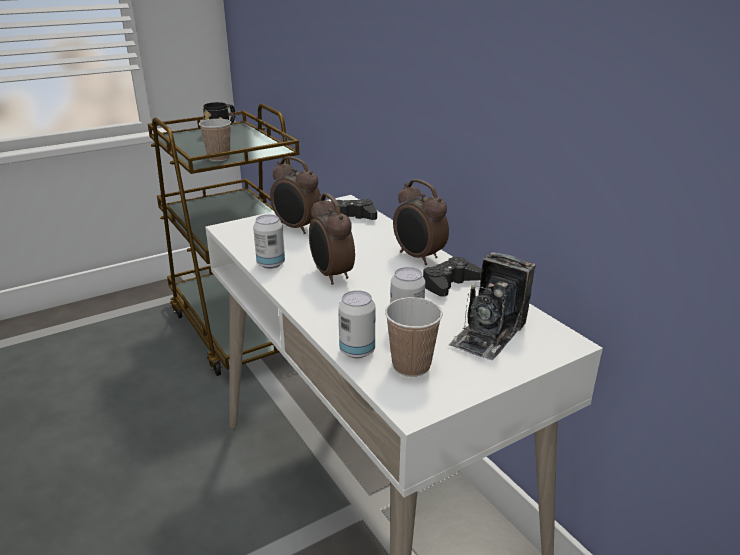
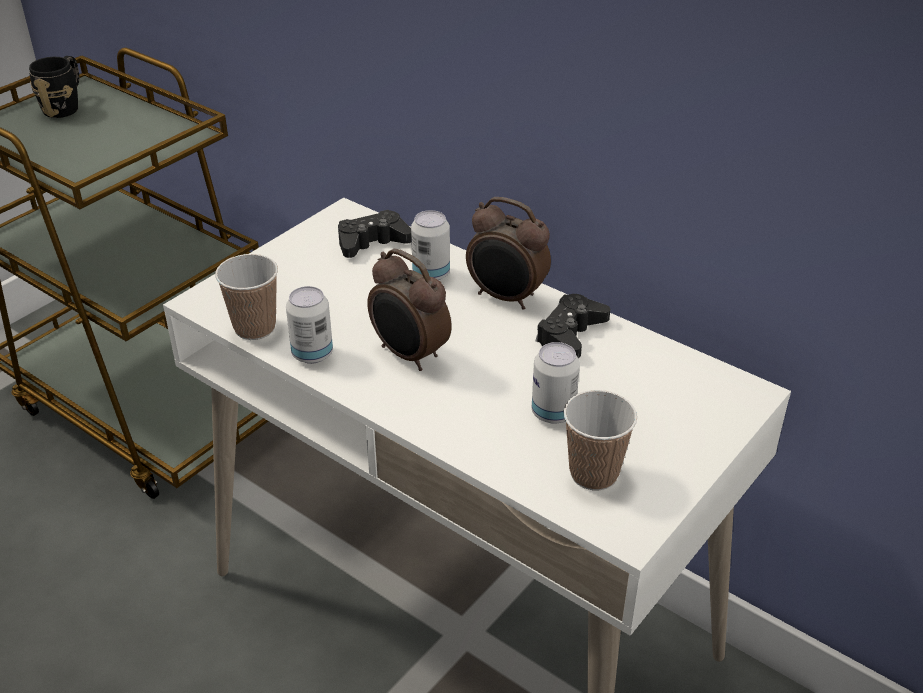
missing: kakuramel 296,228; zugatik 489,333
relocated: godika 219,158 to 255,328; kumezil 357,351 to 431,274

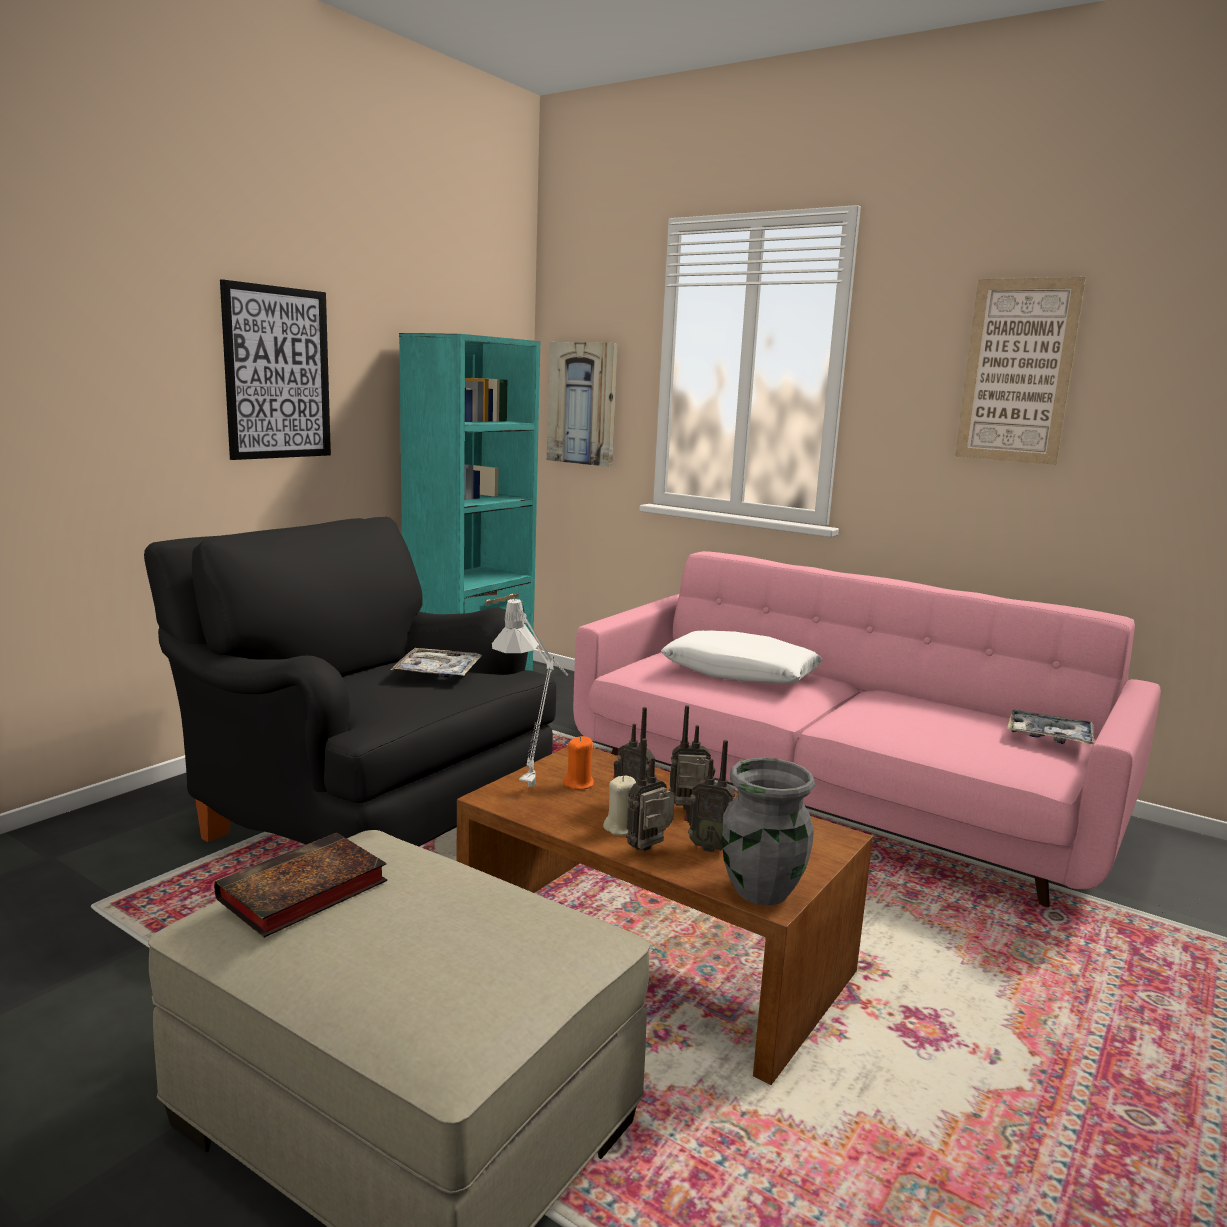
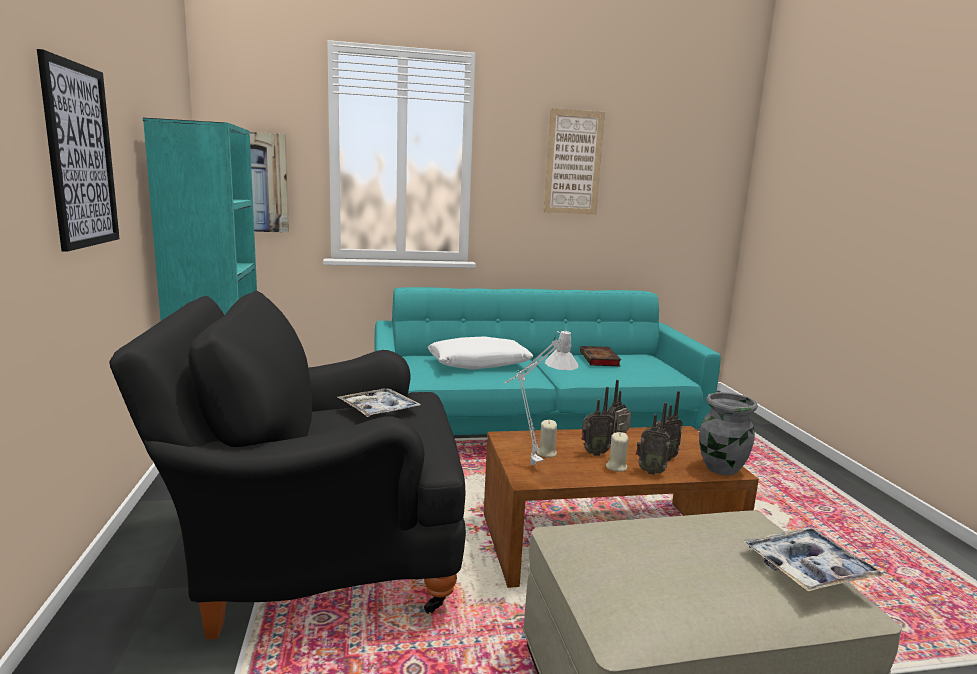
relocated: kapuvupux 300,893 to 600,360; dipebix 1049,736 to 807,568
colour: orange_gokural 579,784 to beige_gokural 546,453; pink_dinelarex 835,797 to turquoise_dinelarex 534,425
spun: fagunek 650,850 = 650,471 75 degrees counterclockwise

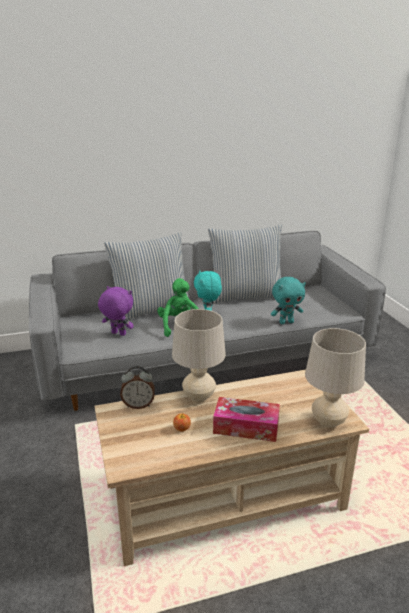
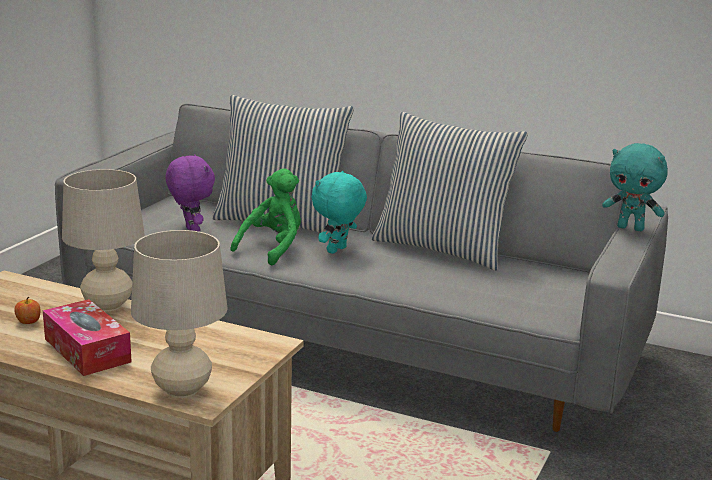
missing: kakuramel 138,405
relocated: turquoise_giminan 286,322 to 631,228

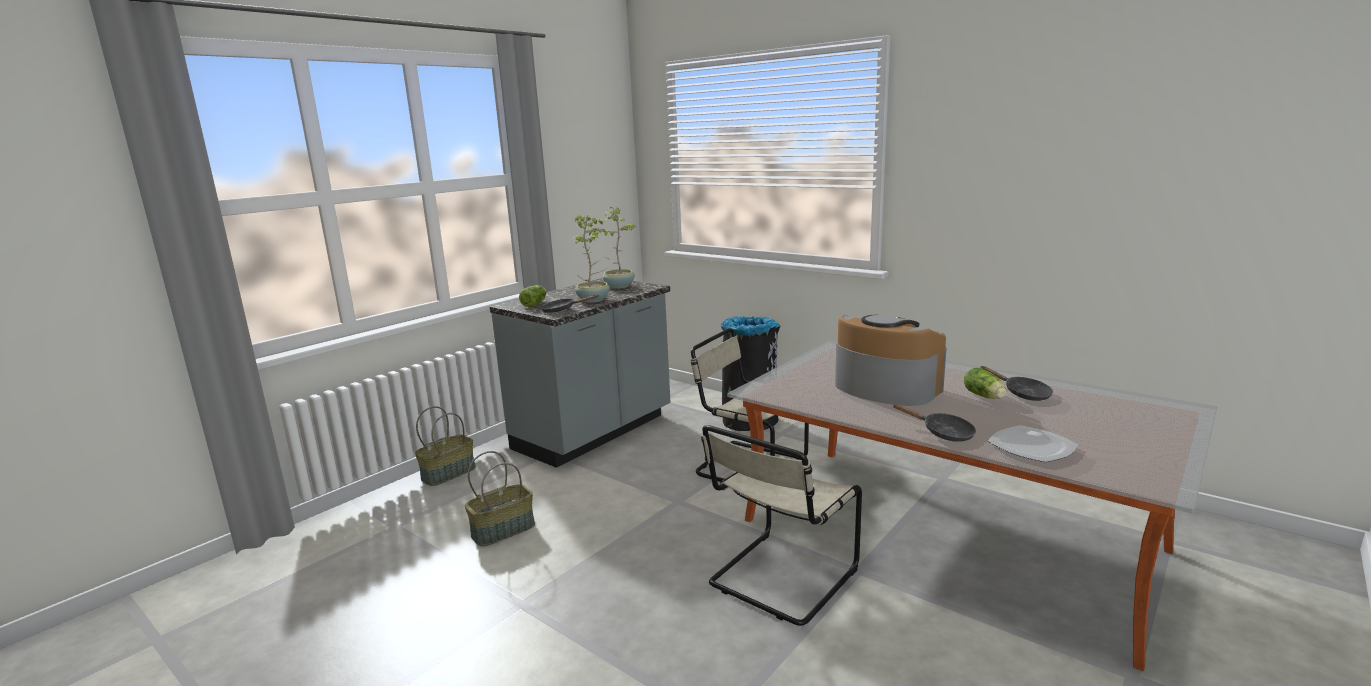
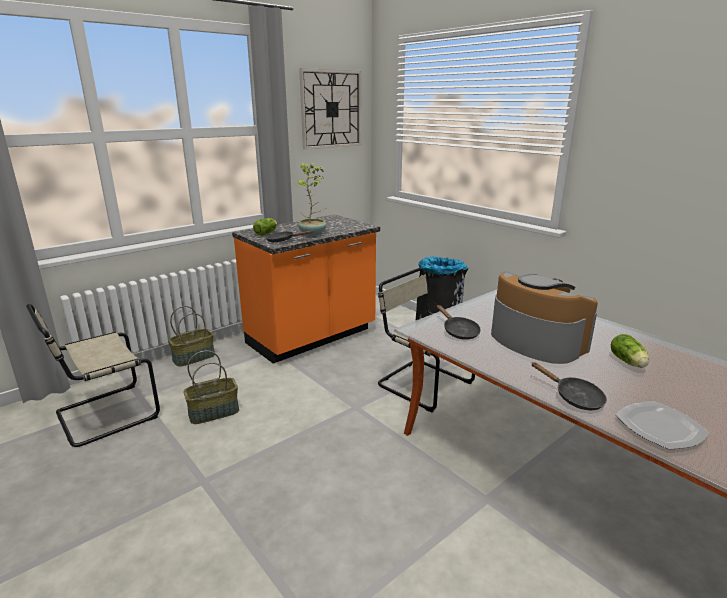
missing: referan 619,286
appeared: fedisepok 331,109
relocated: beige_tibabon 779,579 to 103,416; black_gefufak 1022,393 to 458,331
colour: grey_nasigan 595,433 to orange_nasigan 312,338

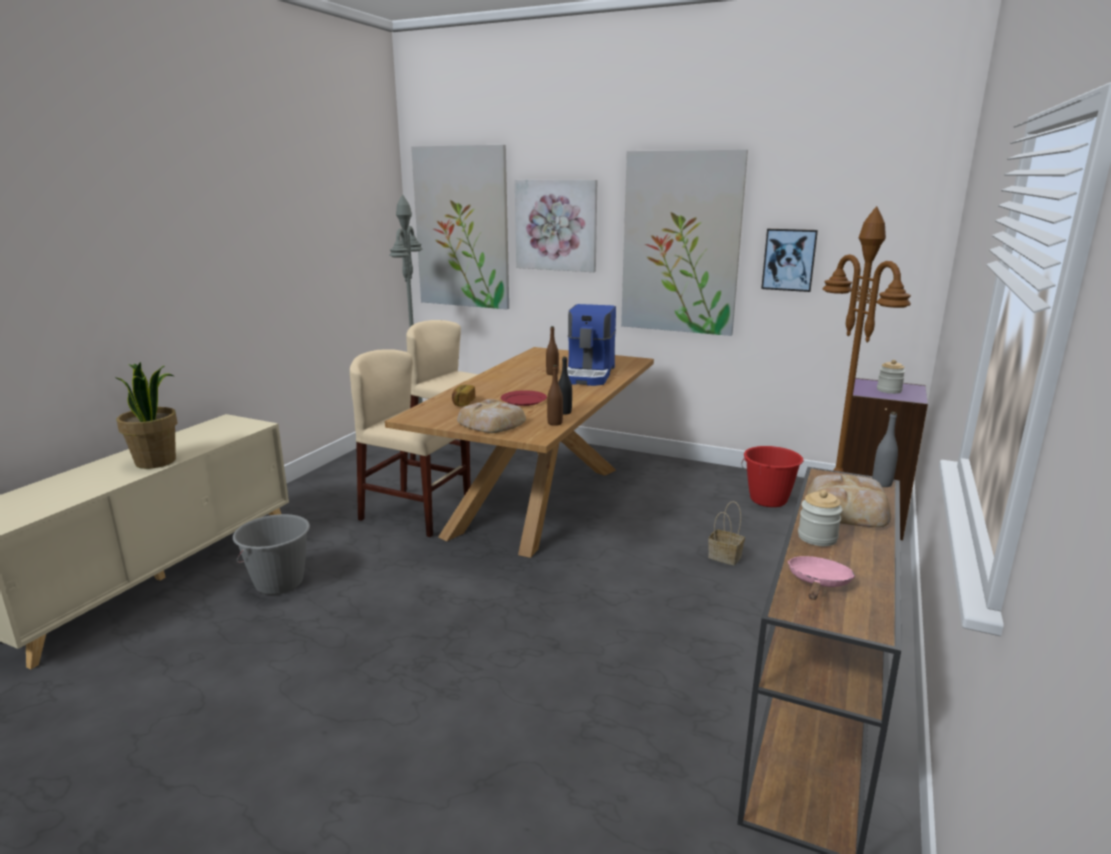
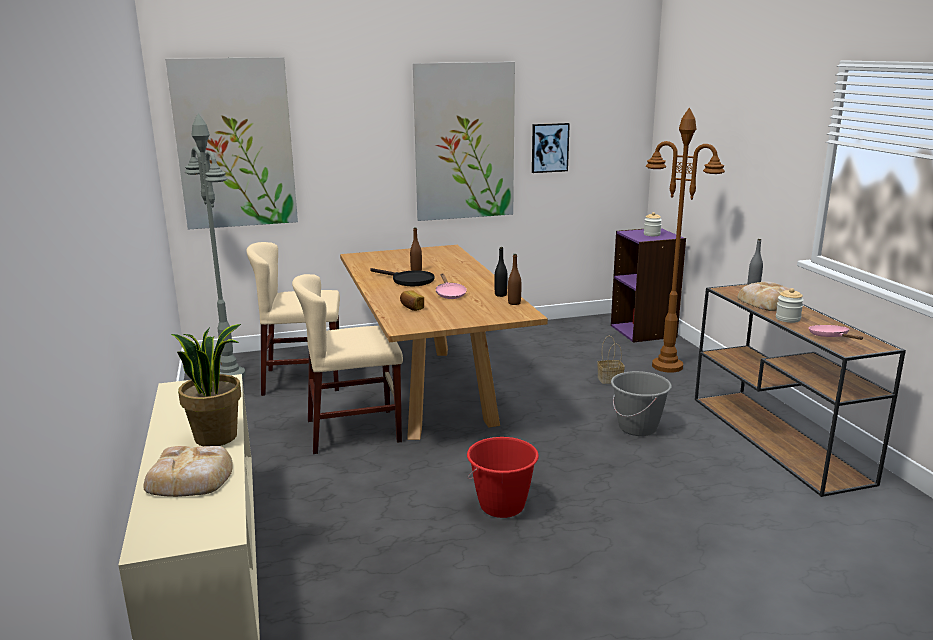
missing: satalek 556,225; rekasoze 589,375
appeared: black_gefufak 408,280
relocated: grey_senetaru 279,583 to 638,428; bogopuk 492,423 to 191,478; red_senetaru 768,500 to 502,506
exchanged: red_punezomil 523,400 to pink_gefufak 450,294

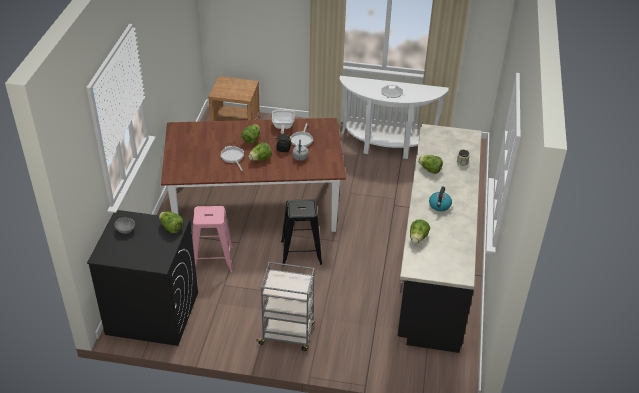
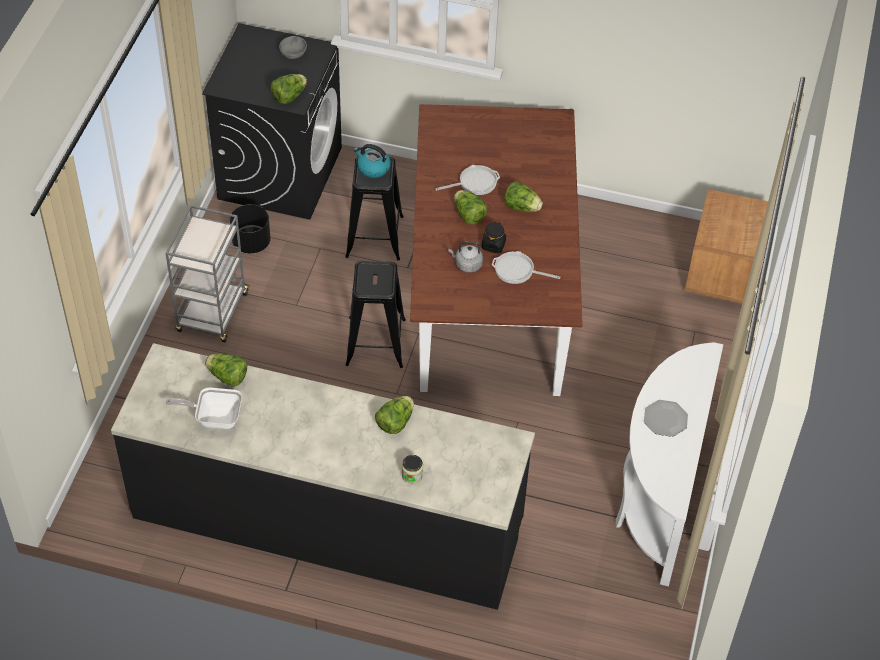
appeared: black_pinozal 251,242
relocated: gefufak 282,127 to 214,417; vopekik 439,205 to 373,168
colour: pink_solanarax 213,259 to black_solanarax 374,237

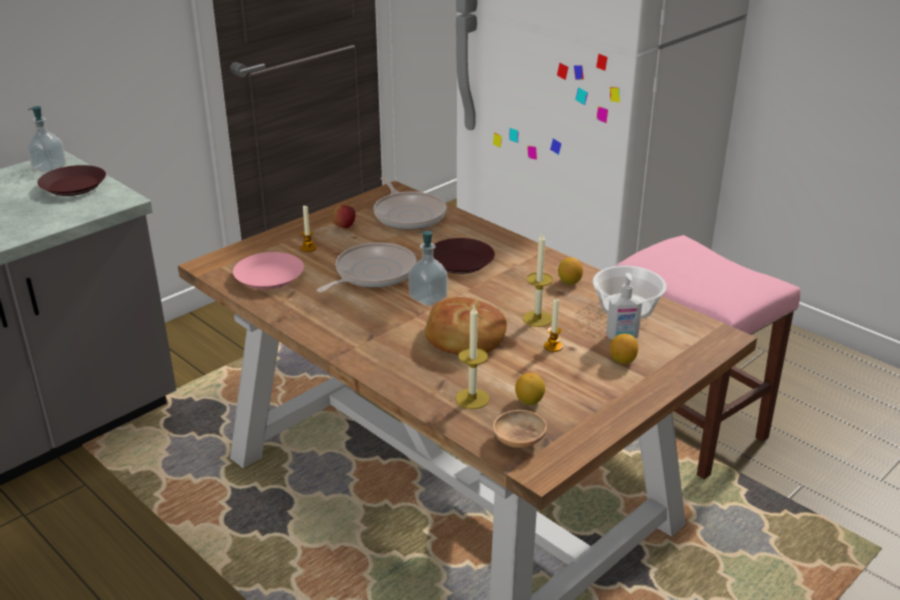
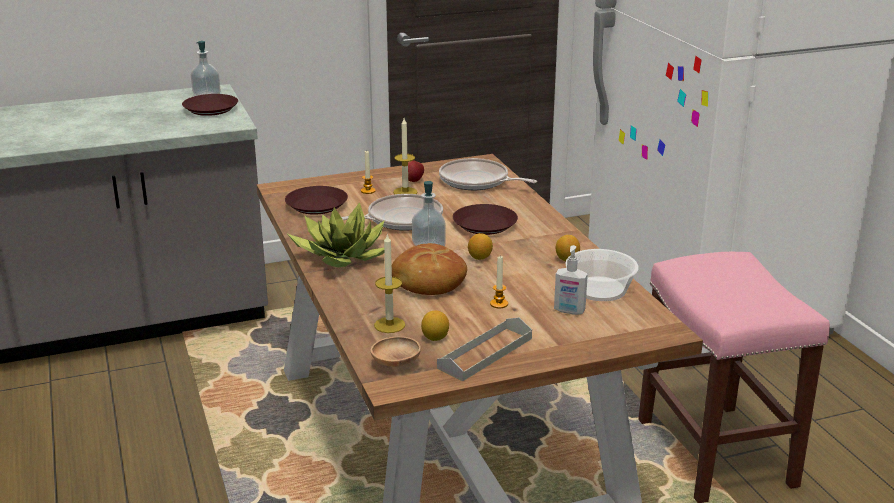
appeared: referan 342,256; grey_dipebix 485,353
relocated: gokural 537,318 to 405,192; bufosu 622,360 to 480,257
colour: pink_punezomil 270,277 to brown_punezomil 317,205
spun: gefufak 408,214 = 477,181 120 degrees clockwise

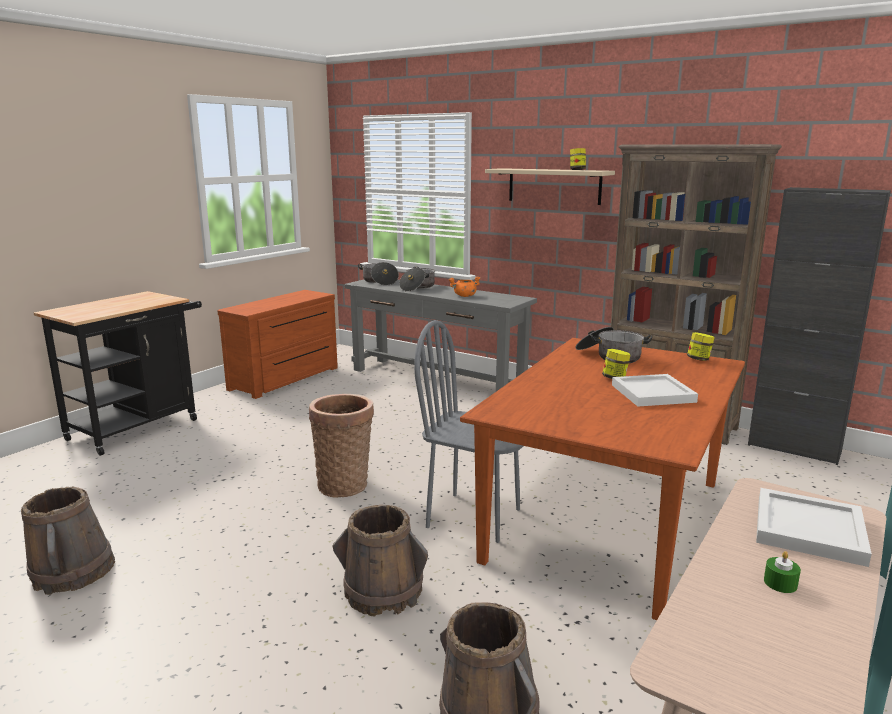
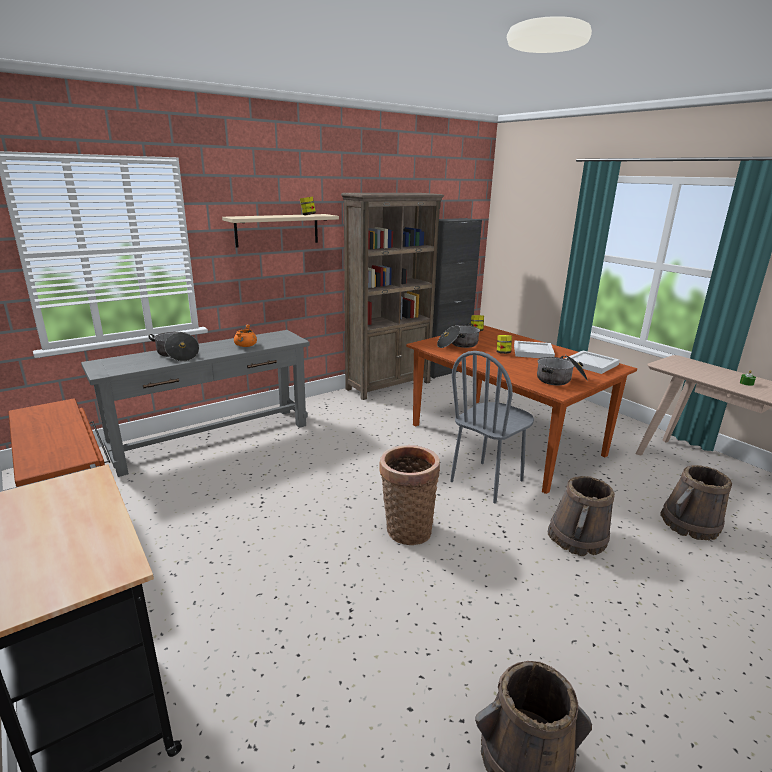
relocated: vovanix 379,281 to 561,380; white_dipebix 810,529 to 591,363

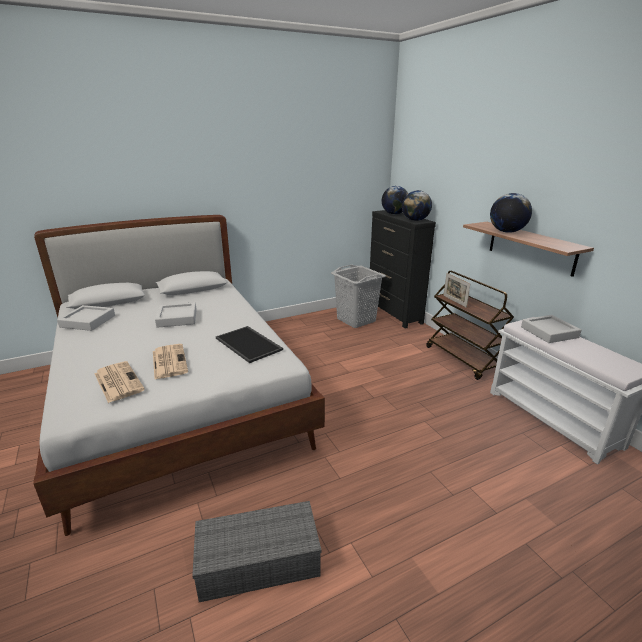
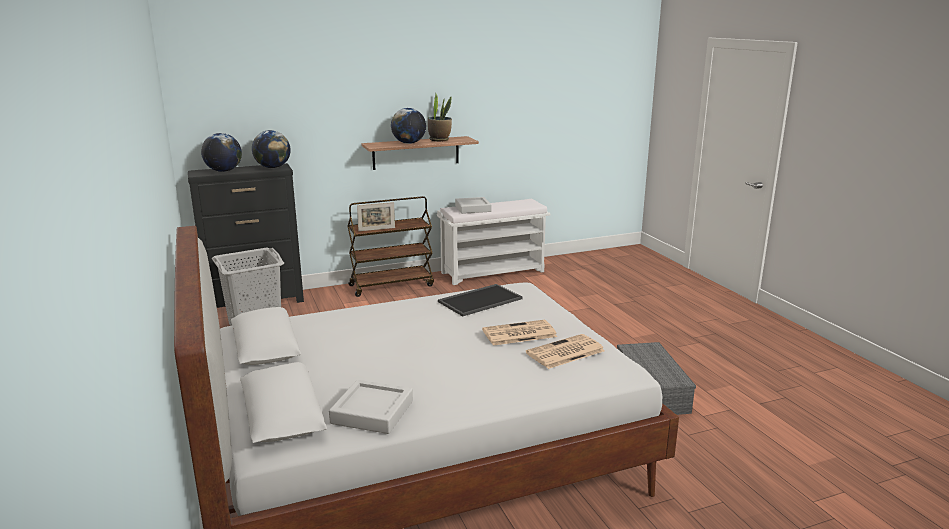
missing: grey_dipebix 177,318
appeared: referan 439,140

